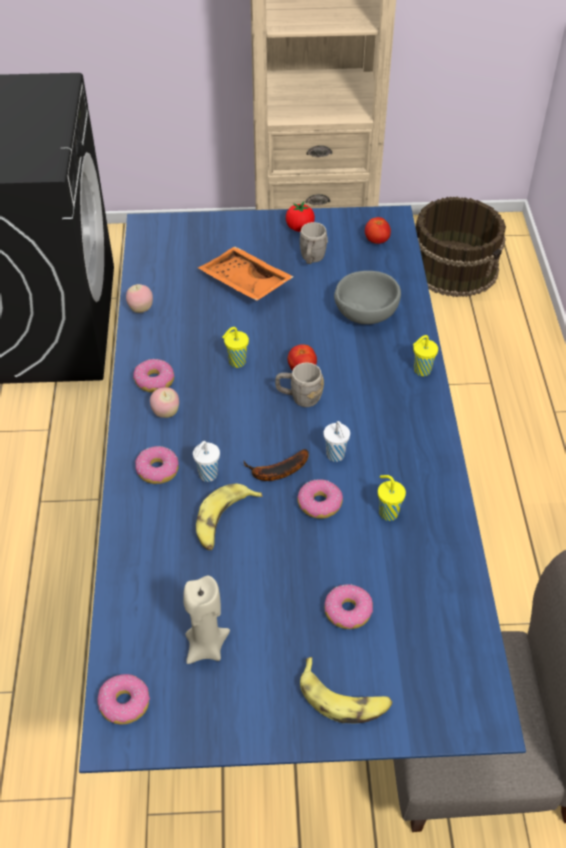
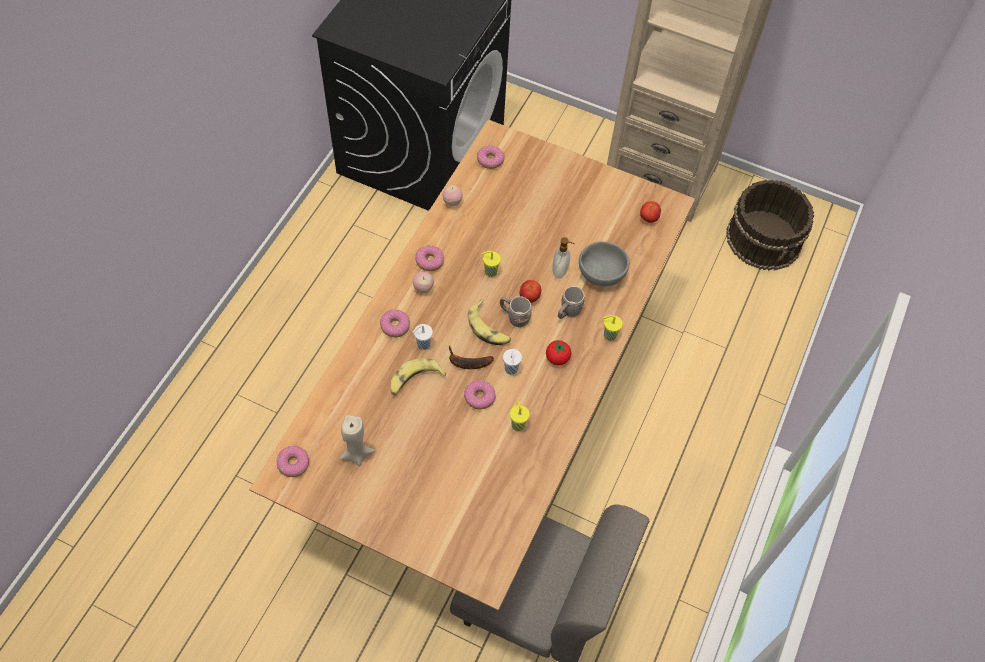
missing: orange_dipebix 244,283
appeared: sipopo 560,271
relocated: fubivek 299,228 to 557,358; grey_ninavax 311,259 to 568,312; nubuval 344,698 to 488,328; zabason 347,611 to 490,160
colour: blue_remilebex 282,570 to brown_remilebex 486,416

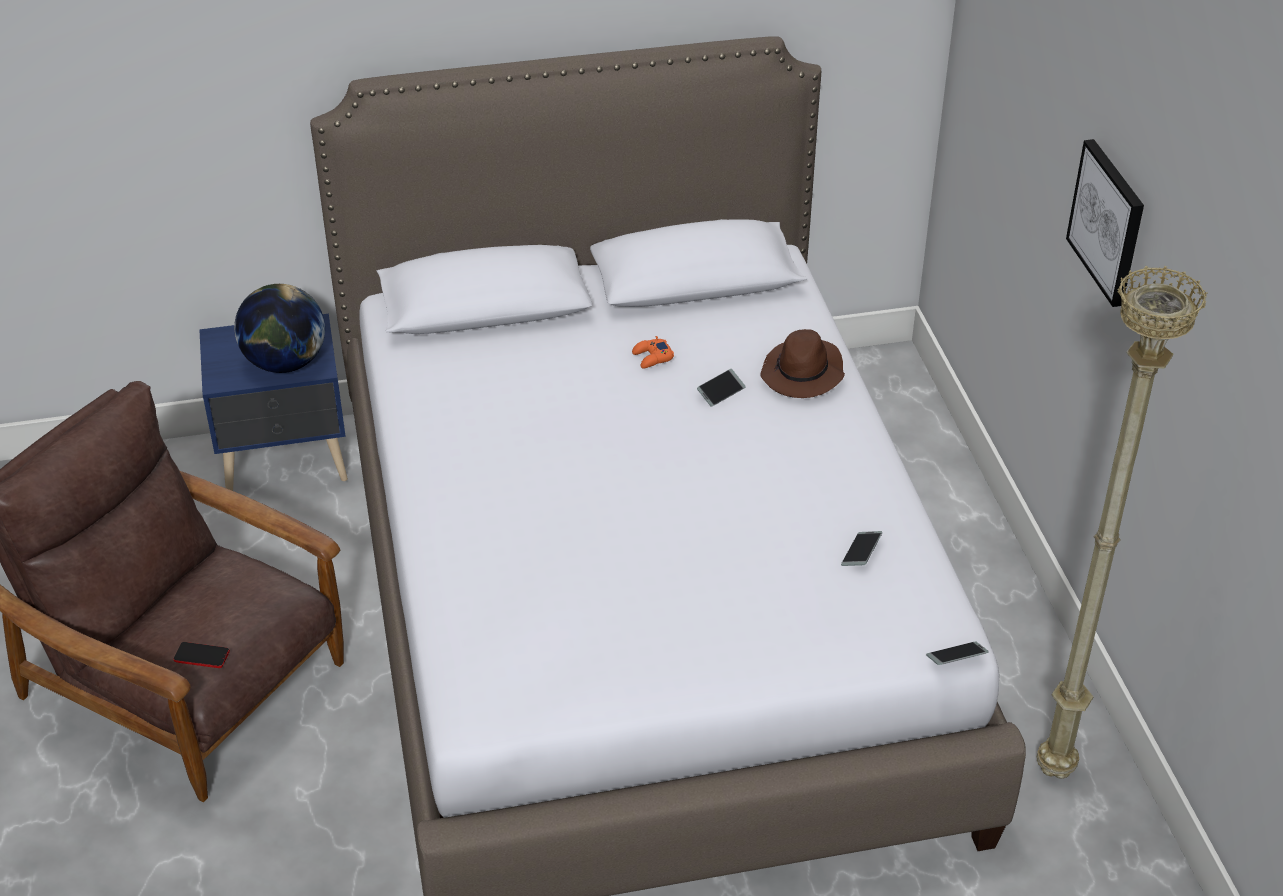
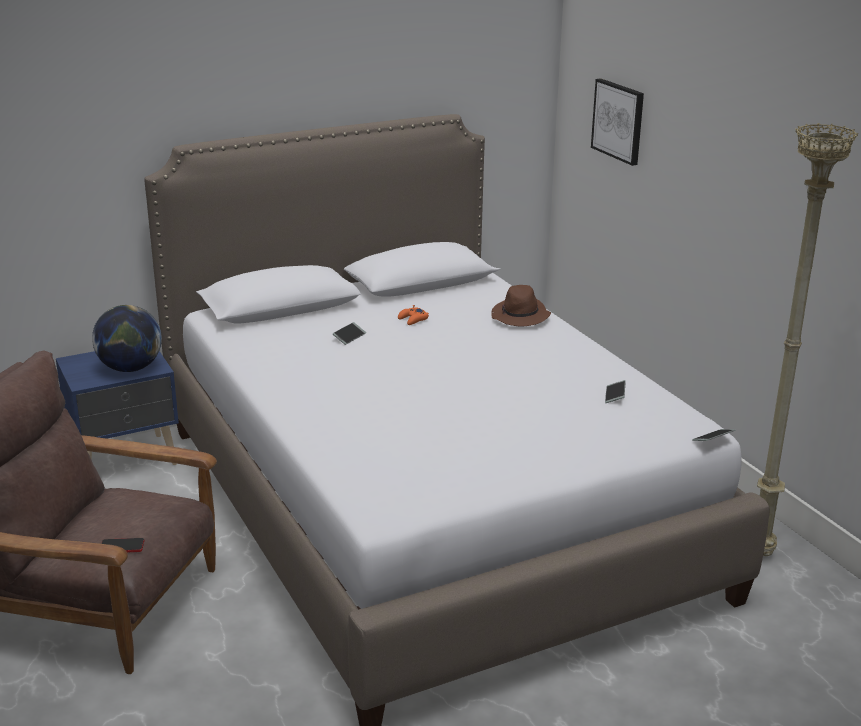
relocated: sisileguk 721,392 to 349,337; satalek 1108,222 to 618,121

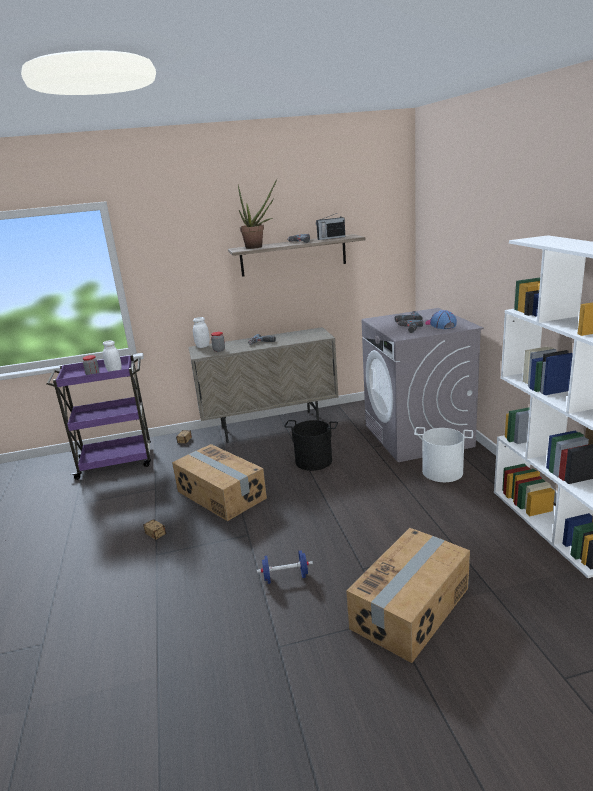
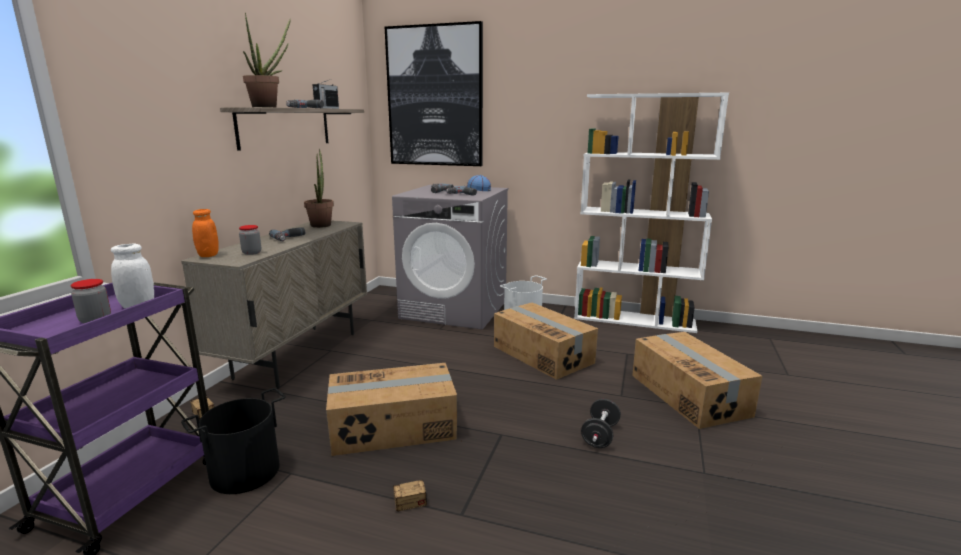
appeared: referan 321,224; satalek 435,97; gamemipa 543,354
relocated: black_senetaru 313,461 to 245,472
colour: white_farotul 202,346 to orange_farotul 208,255; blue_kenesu 285,577 to black_kenesu 600,435

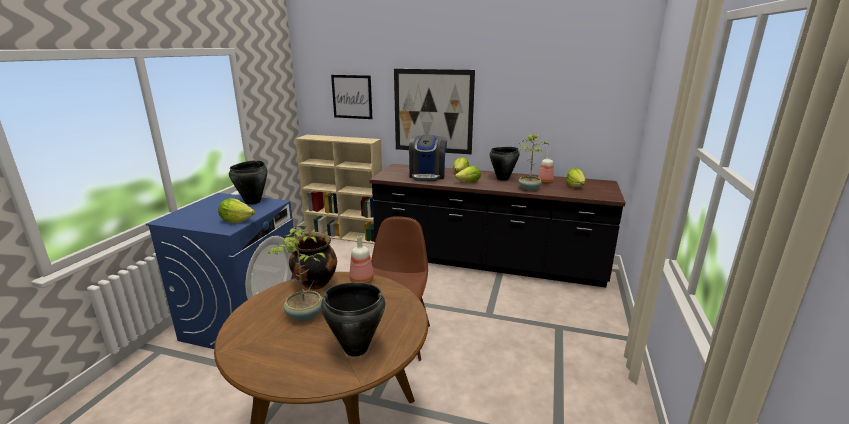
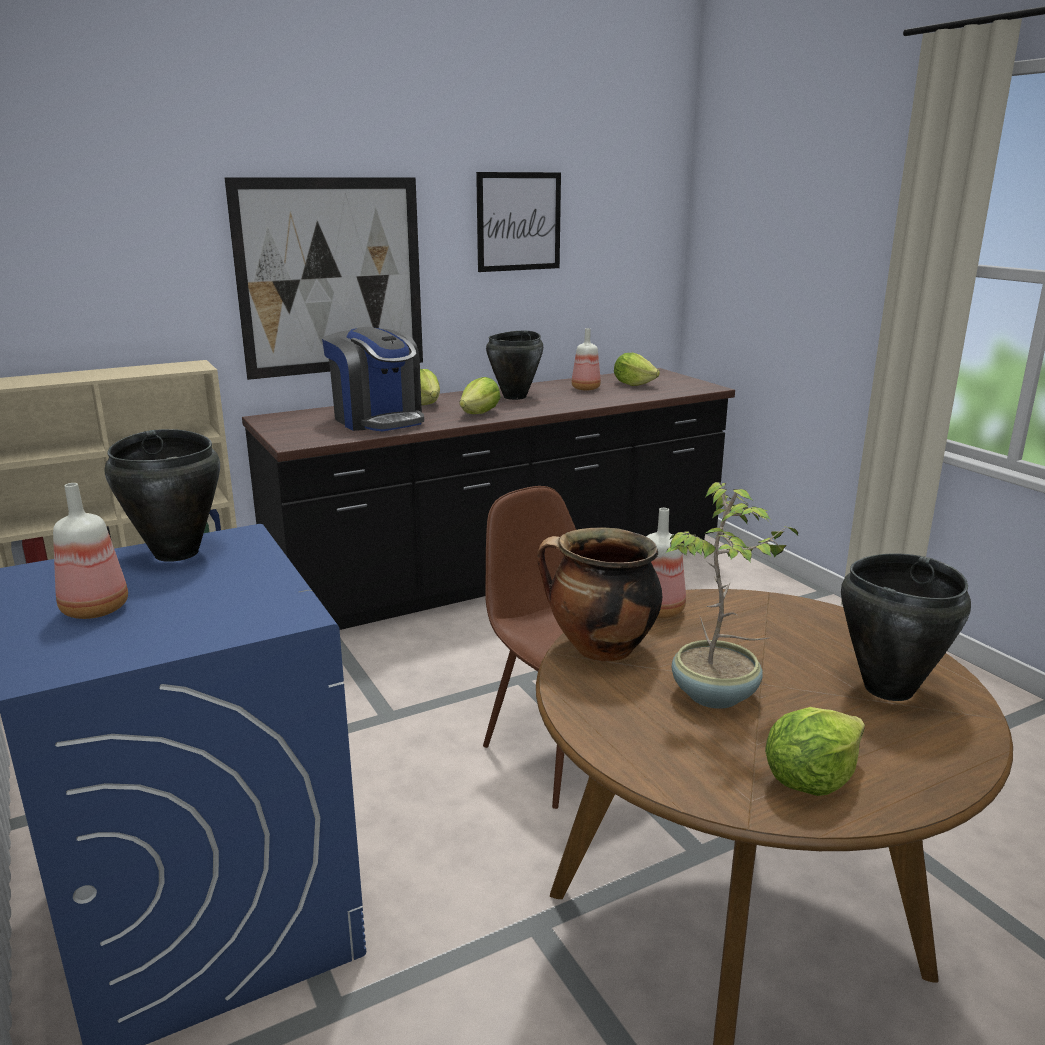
missing: referan 529,188
appeared: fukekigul 97,610
relocated: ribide 236,221 to 810,779; satalek 352,97 to 518,221

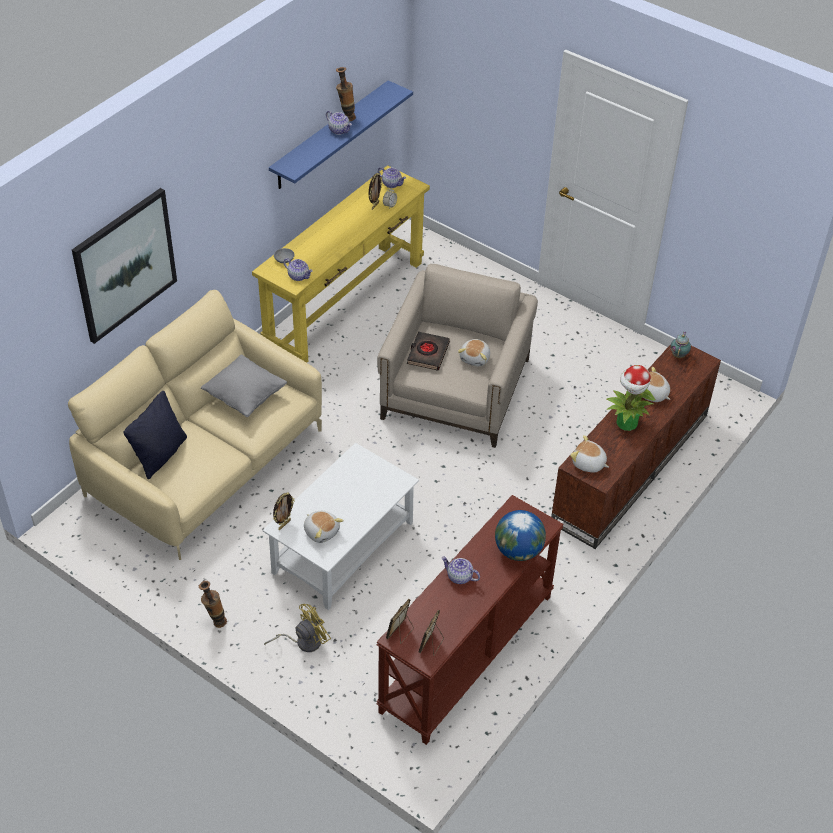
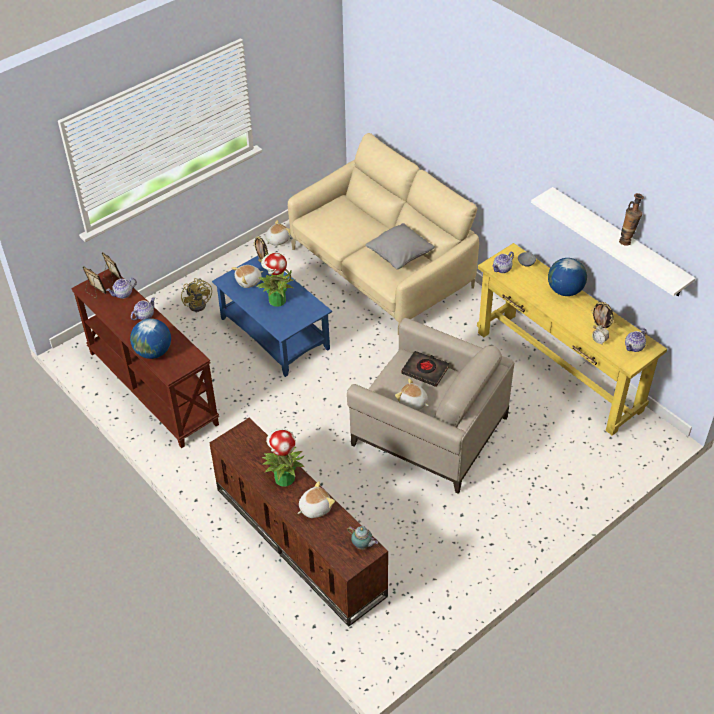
missing: satalek 125,265; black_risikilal 160,455; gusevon 215,622
appeared: referan 276,300; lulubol 565,290
relocated: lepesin 339,130 to 123,294; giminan 588,464 to 277,240
colour: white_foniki 343,546 to blue_foniki 275,334; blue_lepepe 330,135 to white_lepepe 618,242

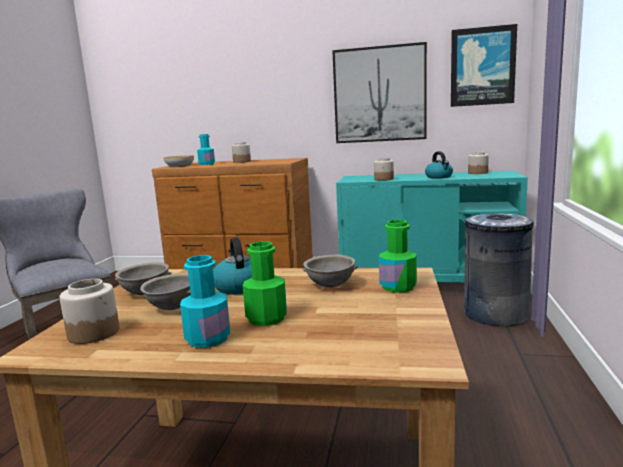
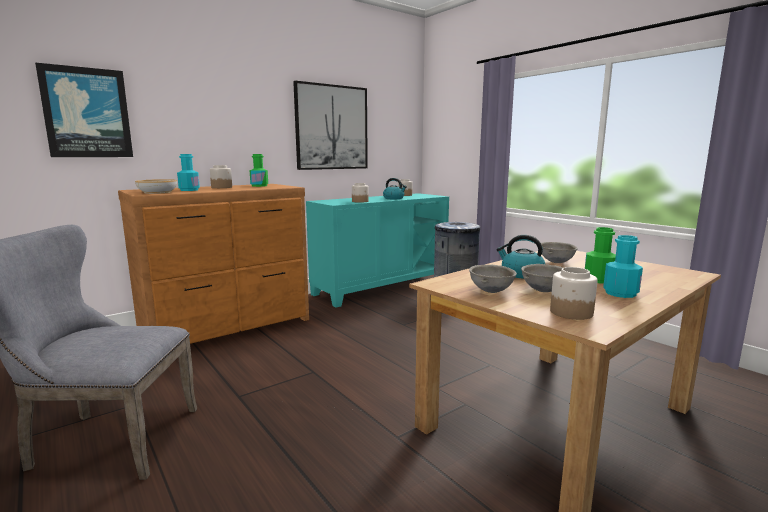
relocated: green_fukekigul 398,287 to 259,186; satalek 482,66 to 87,113

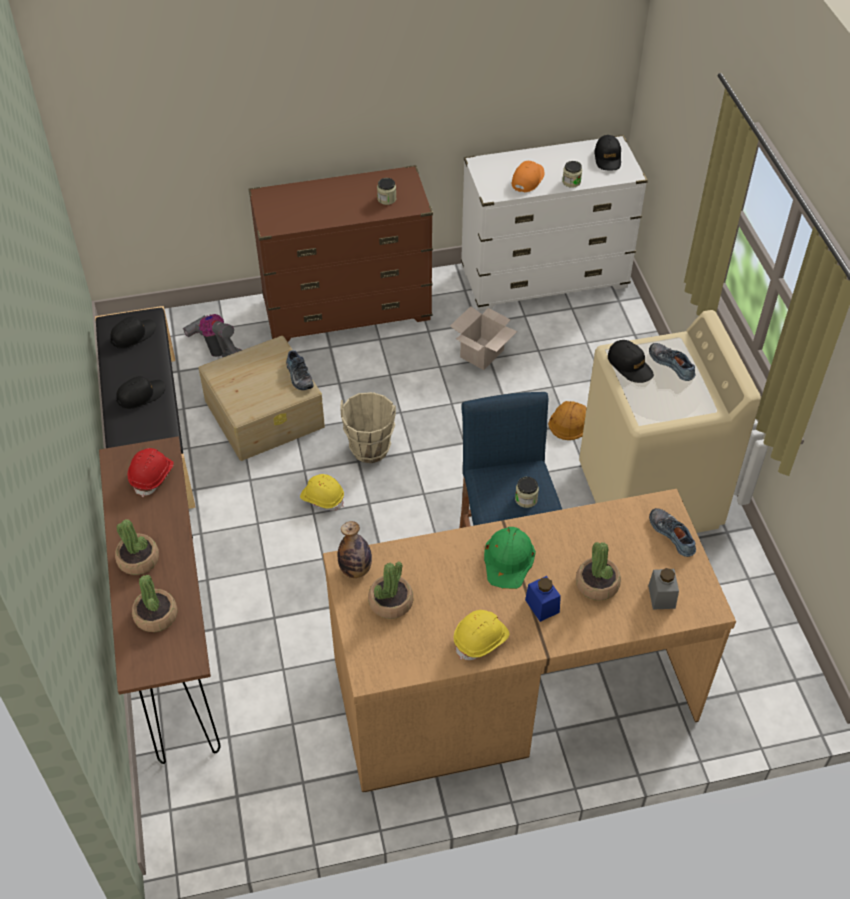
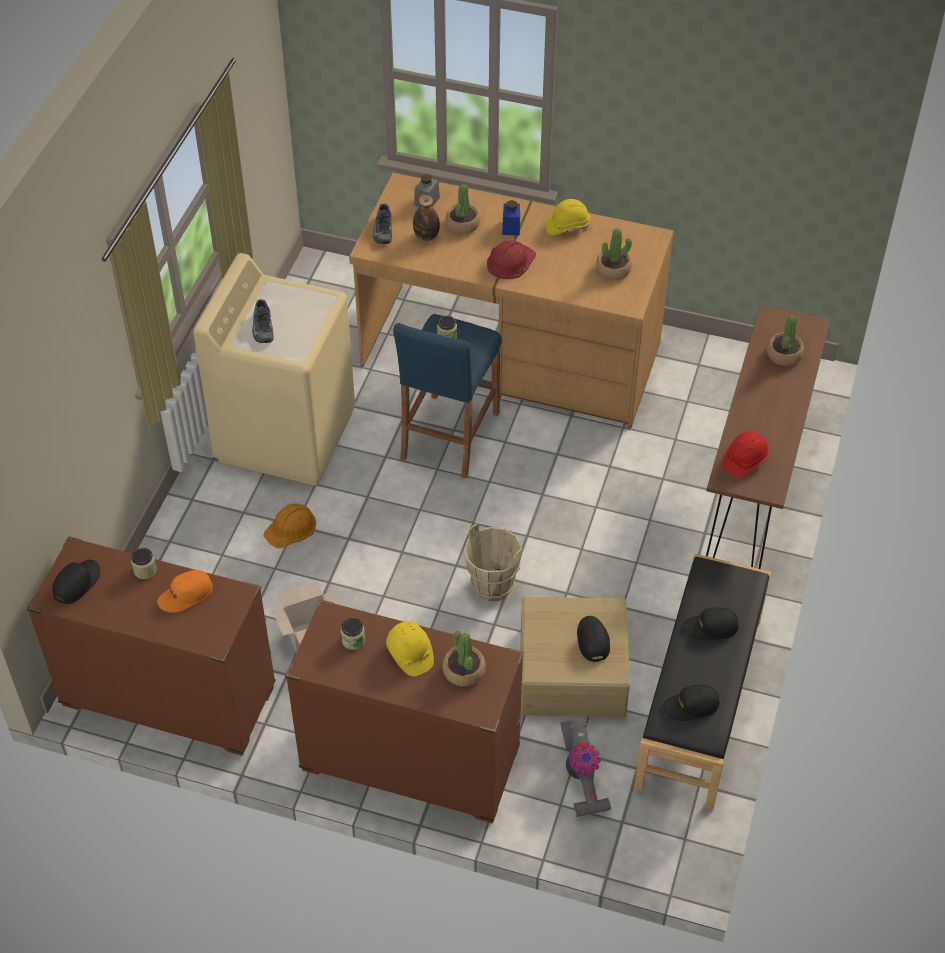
missing: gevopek 298,376
relocated: referan 138,559 to 463,671; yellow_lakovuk 322,498 to 410,654; fukekigul 355,570 to 426,236; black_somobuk 630,366 to 592,640
colour: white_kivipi 544,278 to brown_kivipi 168,697; green_lakovuk 509,559 to red_lakovuk 510,261

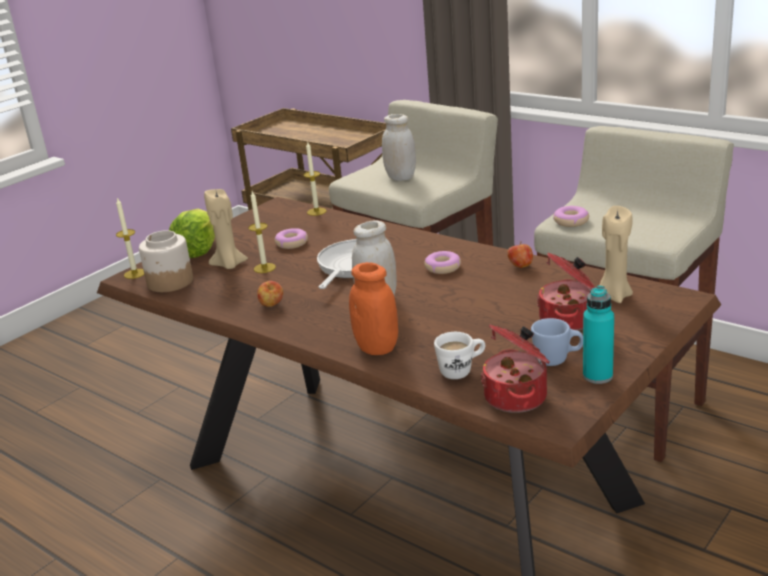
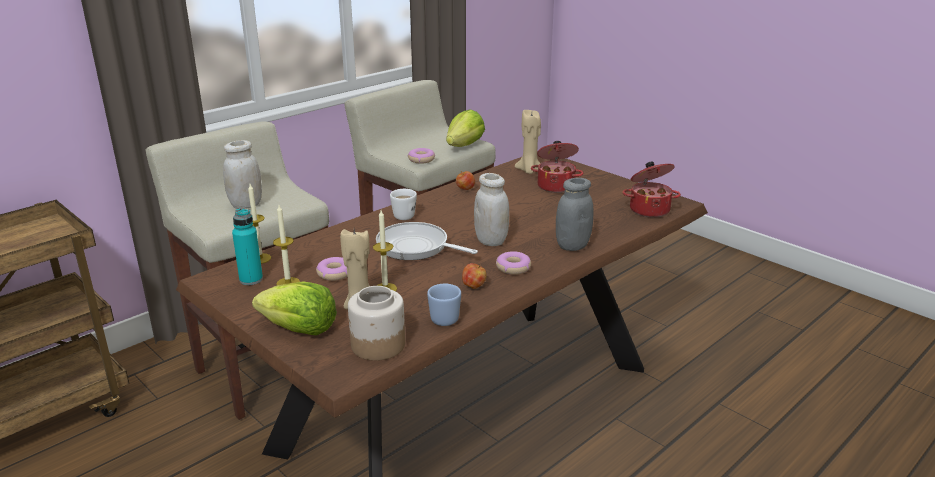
appeared: ribide 464,146
relocated: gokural 135,273 to 288,283; zabason 443,267 to 513,268; white_ninavax 462,371 to 403,215; blue_ninavax 557,359 to 446,317; turquoise_fukekigul 597,376 to 251,279
colour: orange_farotul 377,348 to grey_farotul 572,246

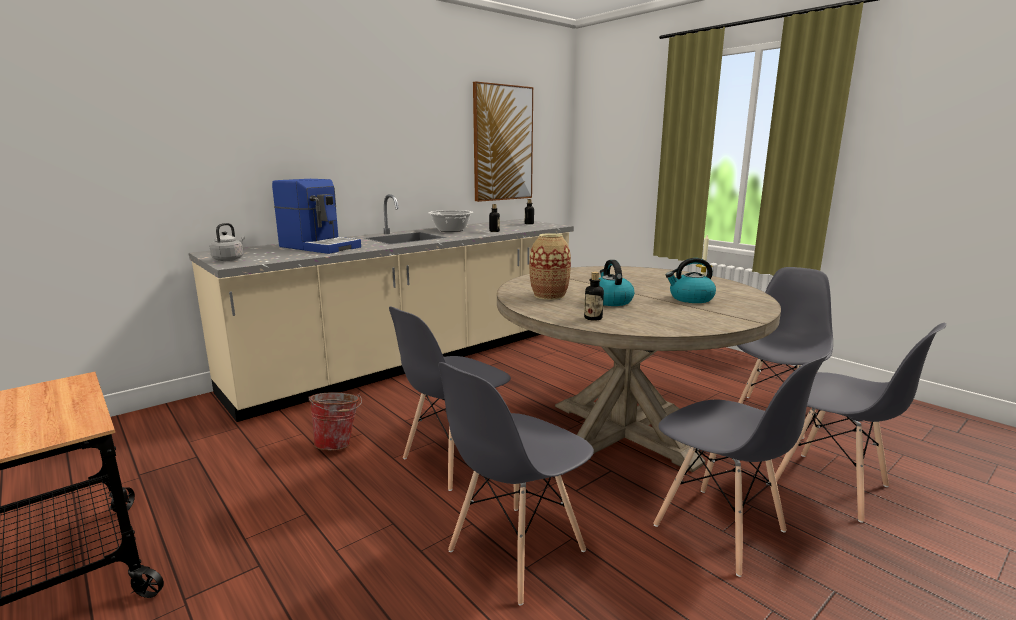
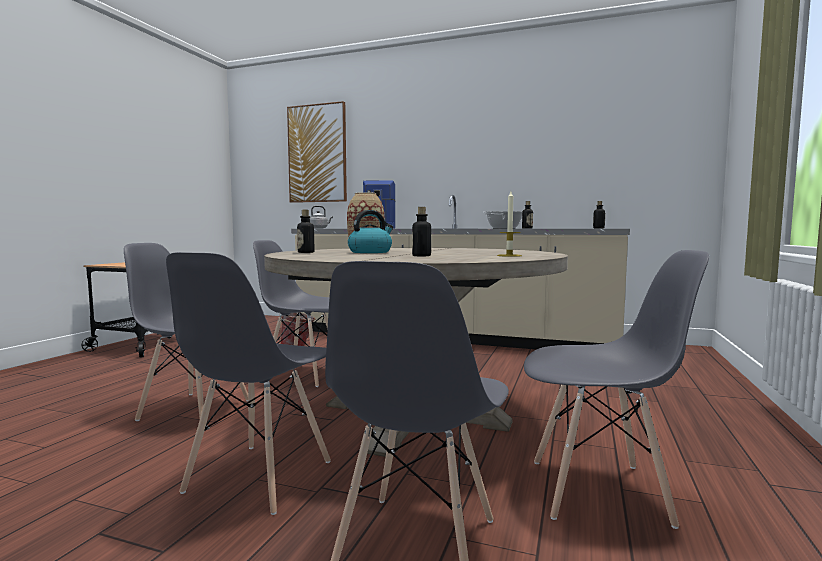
relocated: satalek 502,143 to 317,154
exchanged: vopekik 690,299 to fukekigul 421,256

